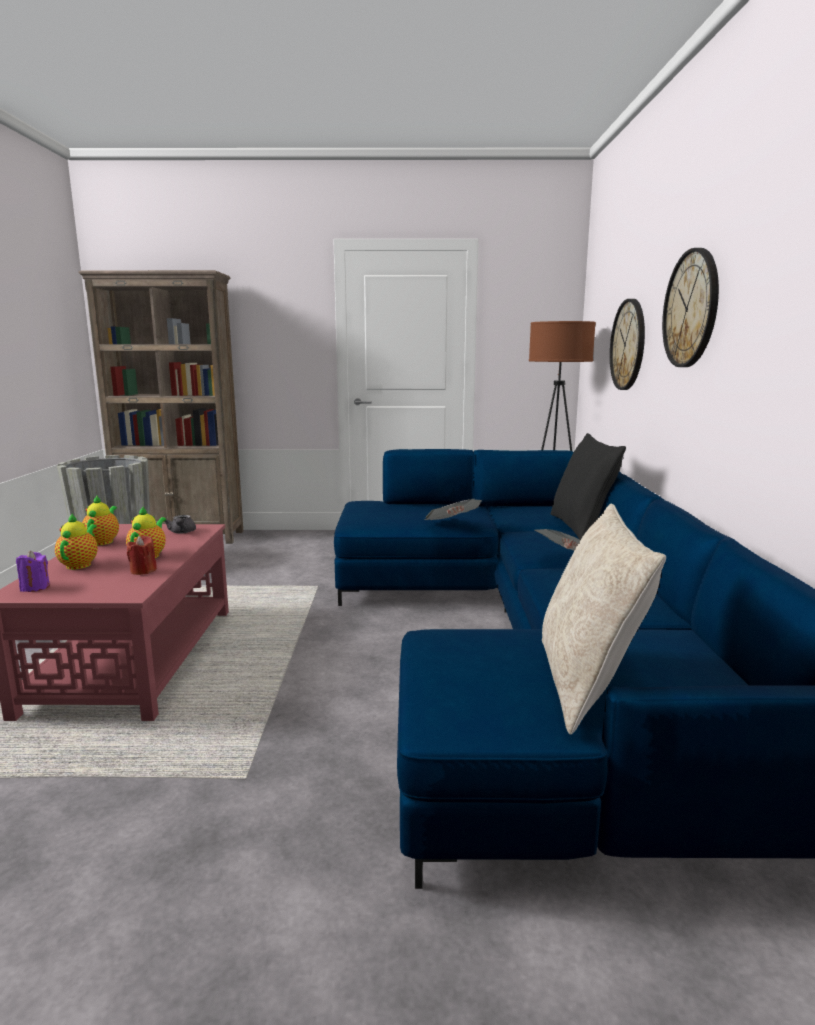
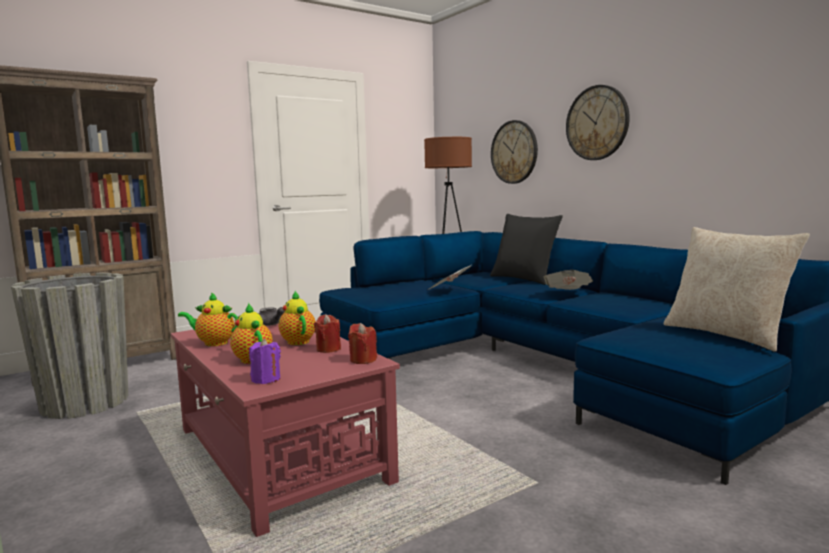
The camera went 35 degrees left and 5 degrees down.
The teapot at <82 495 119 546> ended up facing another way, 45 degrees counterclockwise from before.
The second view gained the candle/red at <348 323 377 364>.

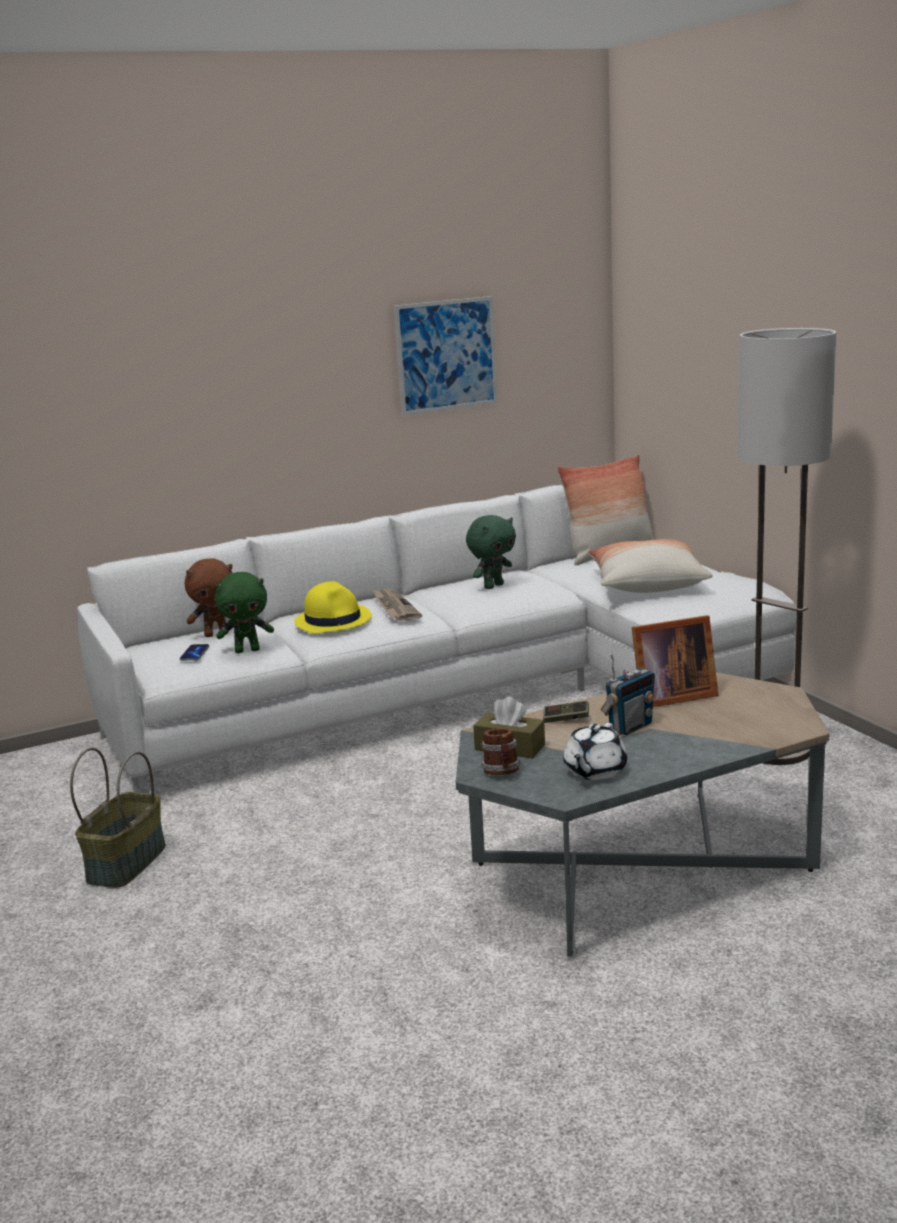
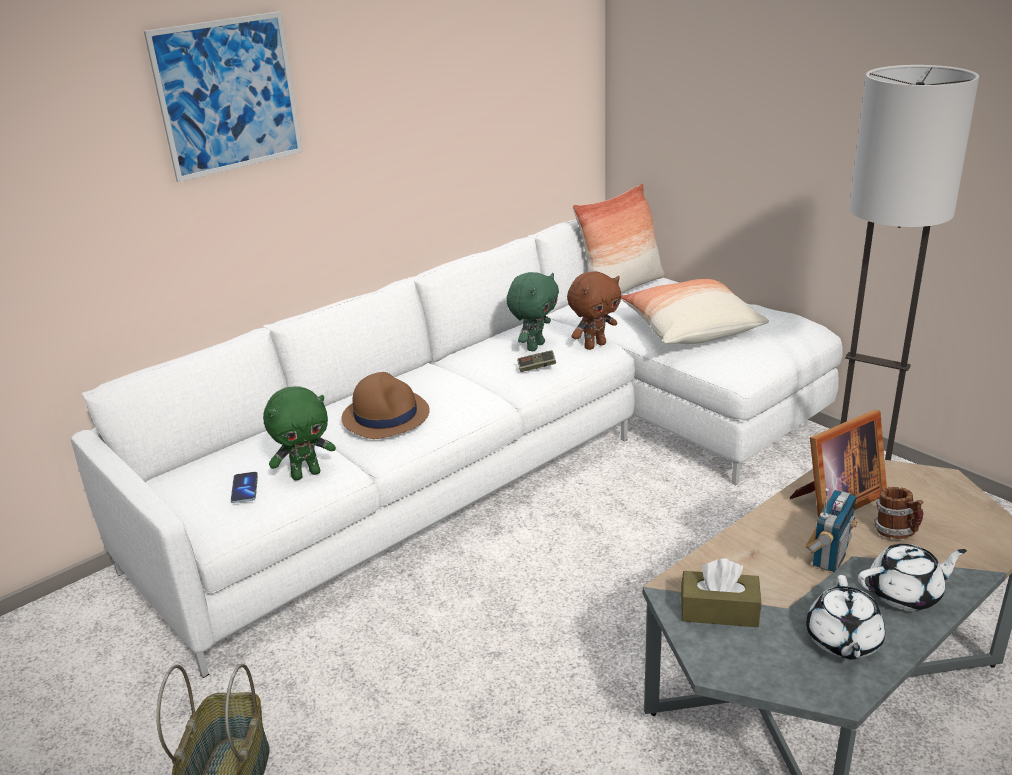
The camera went 15 degrees left and 10 degrees up.
The picture ended up elsewhere, having gone from <394 296 498 416> to <144 11 303 182>.
The plush toy/brown ended up elsewhere, having gone from <185 558 232 637> to <567 271 622 350>.
What was the hat/yellow at <294 581 372 634> turned into the hat/brown at <341 372 430 439>.
The second view lost the newspaper at <372 589 422 621>.
The game controller ended up elsewhere, having gone from <543 701 589 723> to <517 350 556 372>.
The mug ended up elsewhere, having gone from <481 728 521 775> to <874 487 924 539>.
The second view gained the teapot/white at <858 544 967 611>.

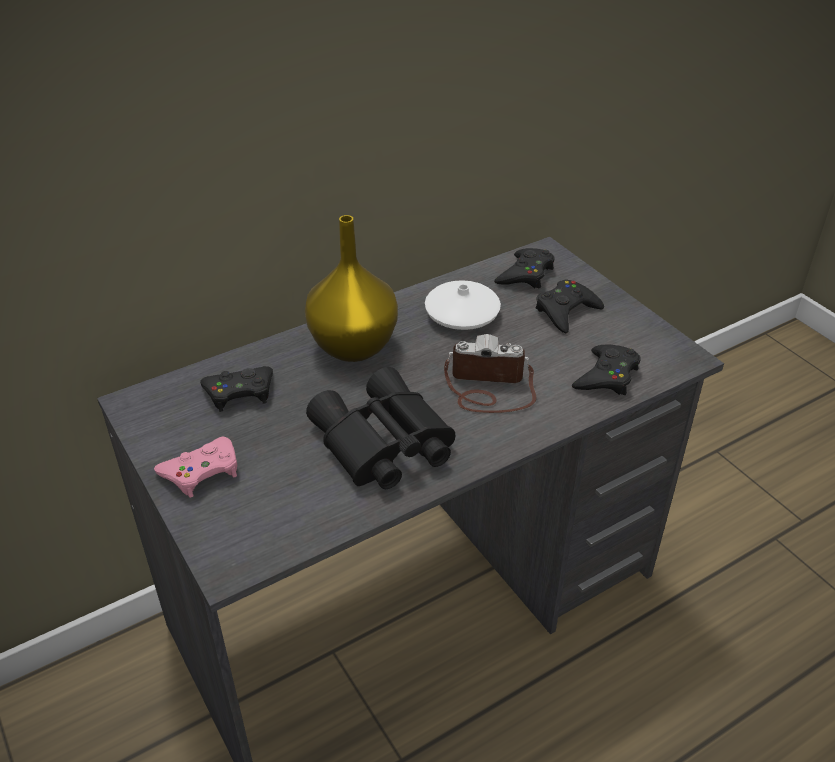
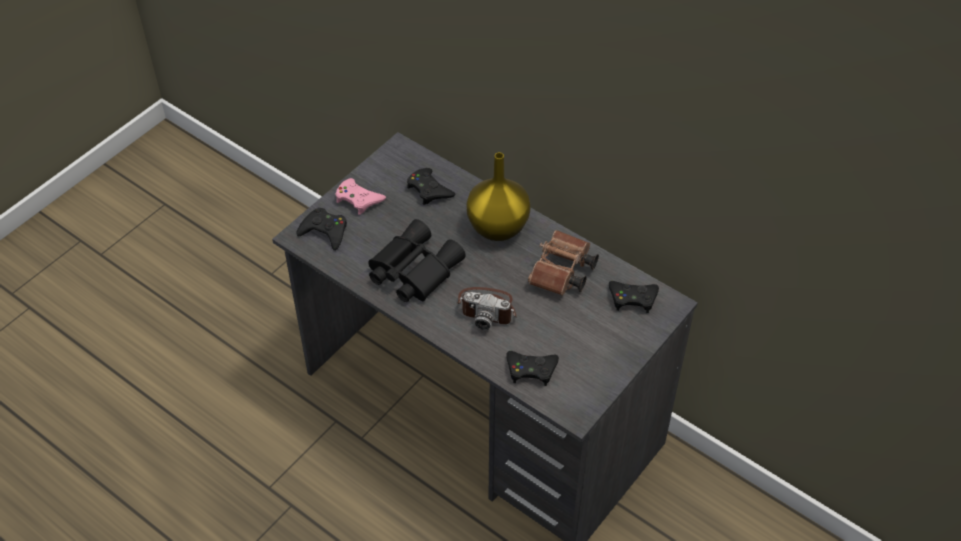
The camera went 70 degrees right and 10 degrees up.
Where the vase/white stood at <425 280 501 330>, the binoculars/brown came to stand at <528 230 599 296>.
The game controller/black ended up elsewhere, having gone from <536 280 604 334> to <297 208 347 251>.
The photo camera at <444 334 536 413> ended up facing another way, 120 degrees clockwise from before.

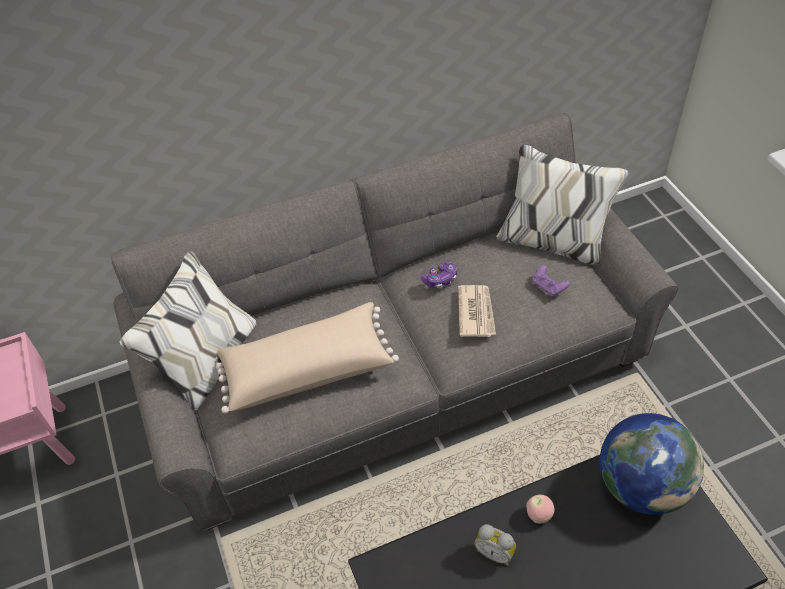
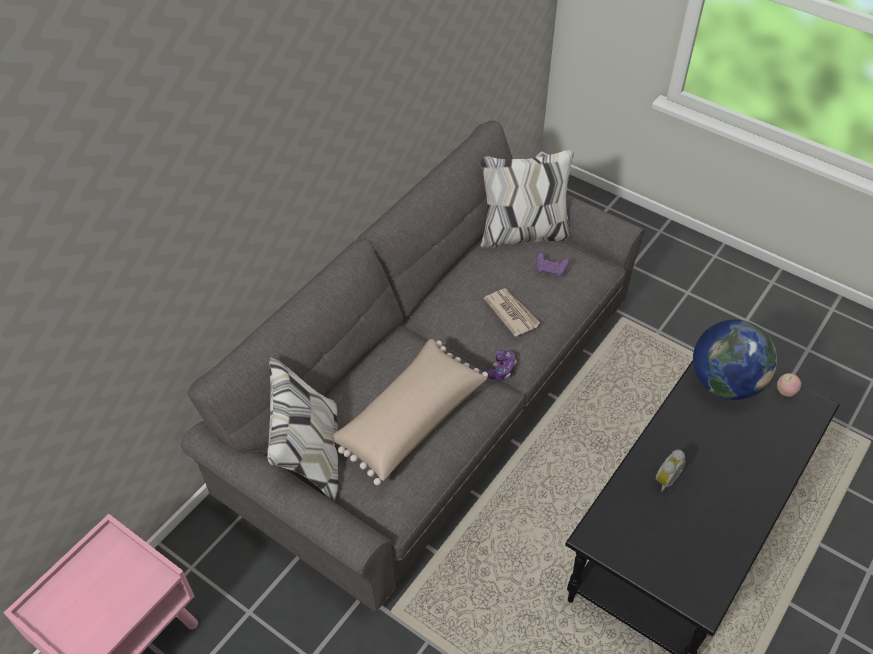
The camera went 35 degrees left and 0 degrees up.
The game controller ended up elsewhere, having gone from <421 261 457 288> to <485 350 517 380>.
The apple ended up elsewhere, having gone from <526 495 555 524> to <777 373 801 397>.
The alarm clock at <474 524 516 566> ended up facing another way, 45 degrees counterclockwise from before.

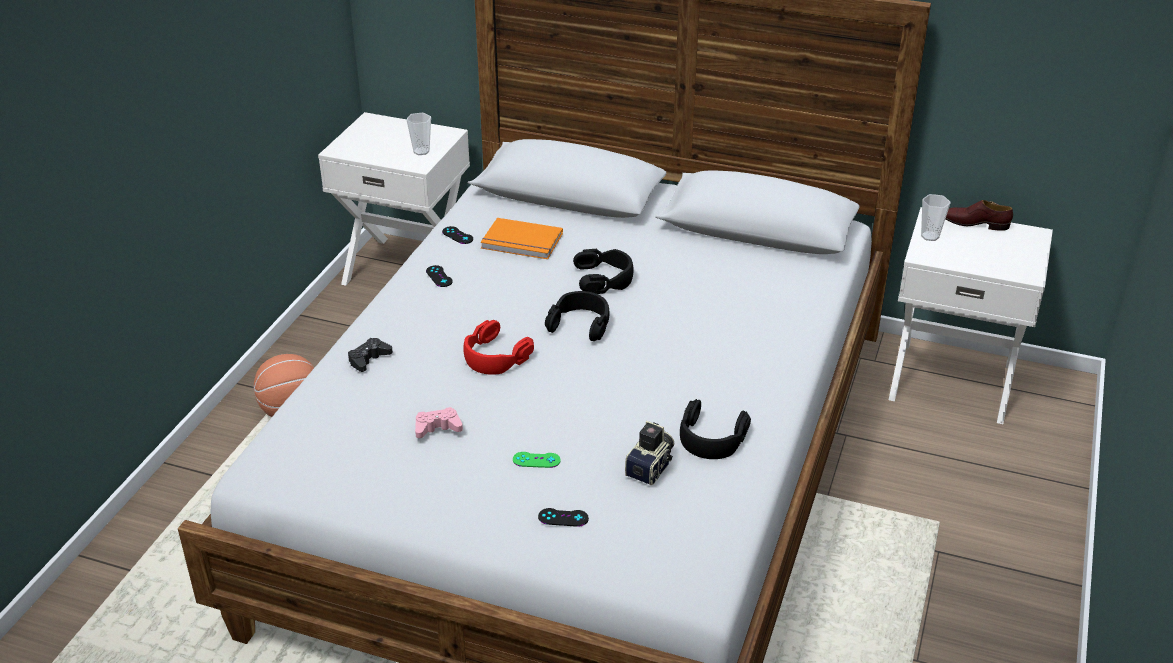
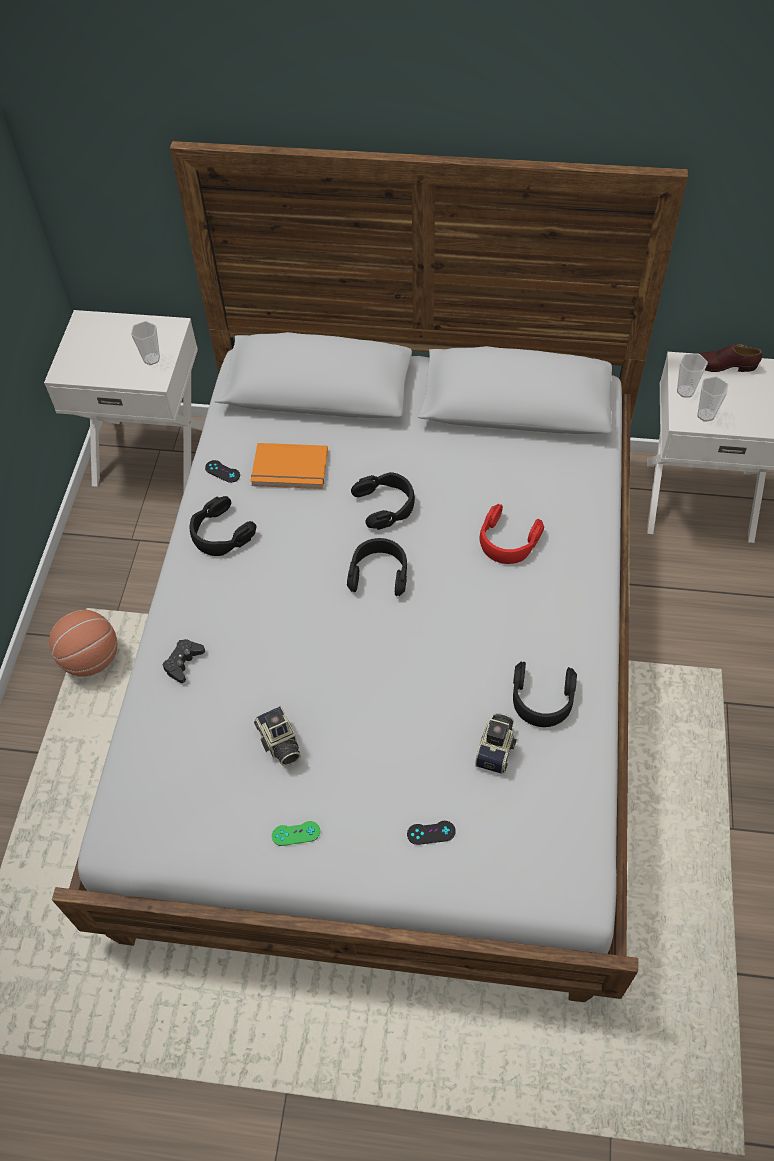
The camera went 10 degrees left and 20 degrees up.
Where the game controller/black stood at <426 265 453 287>, the headphones/black came to stand at <190 496 256 556>.
The headphones/red ended up elsewhere, having gone from <463 320 534 375> to <480 504 544 564>.
Where the game controller/pink stood at <415 407 463 438>, the photo camera came to stand at <254 706 301 766>.
The game controller/green ended up elsewhere, having gone from <513 452 561 468> to <272 821 320 846>.
The second view gained the cup at <697 376 728 422>.

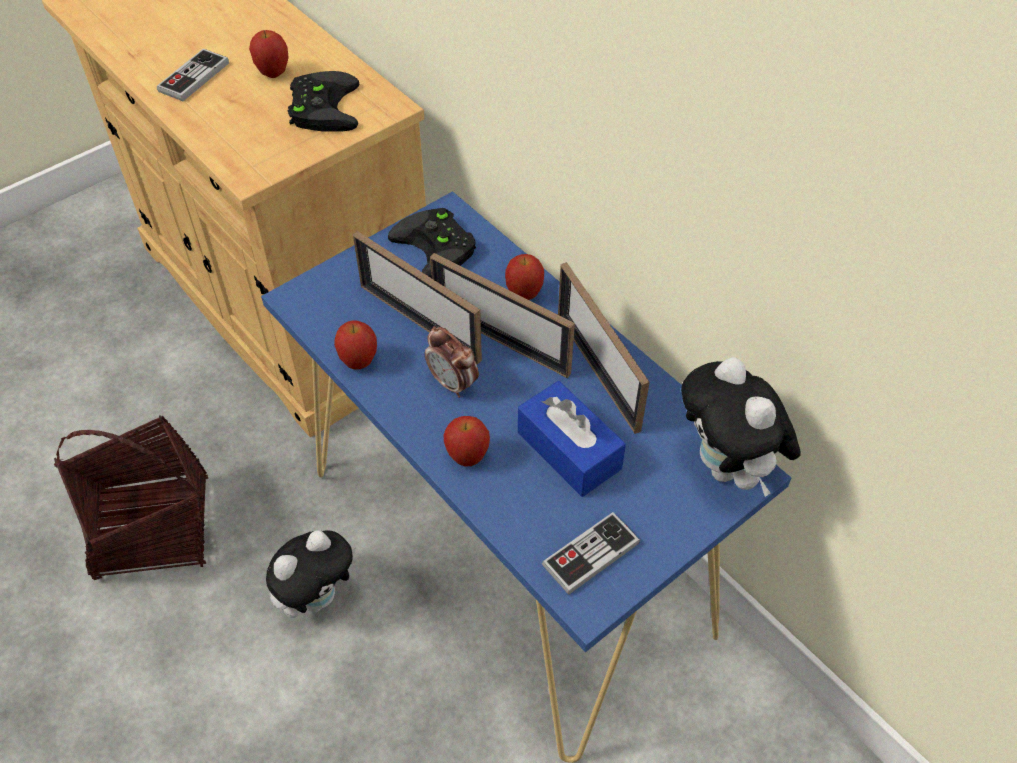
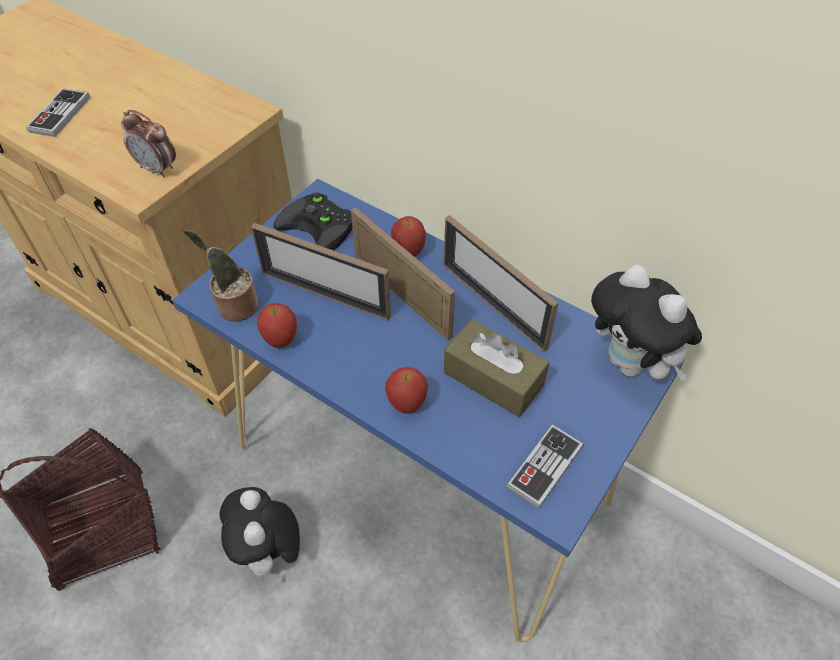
The camera went 15 degrees left and 0 degrees up.
The second view lost the apple at <249 30 289 78>.
The second view lost the game controller/black at <288 71 359 132>.
The picture frame at <430 253 575 378> ended up facing another way, 150 degrees counterclockwise from before.
The alarm clock ended up elsewhere, having gone from <425 326 479 398> to <121 110 176 178>.
What was the tissue box/blue at <518 381 626 497> turned into the tissue box/brown at <444 319 549 417>.
The plush toy at <266 530 356 618> ended up facing another way, 135 degrees clockwise from before.
The second view gained the potted plant at <183 229 258 321>.

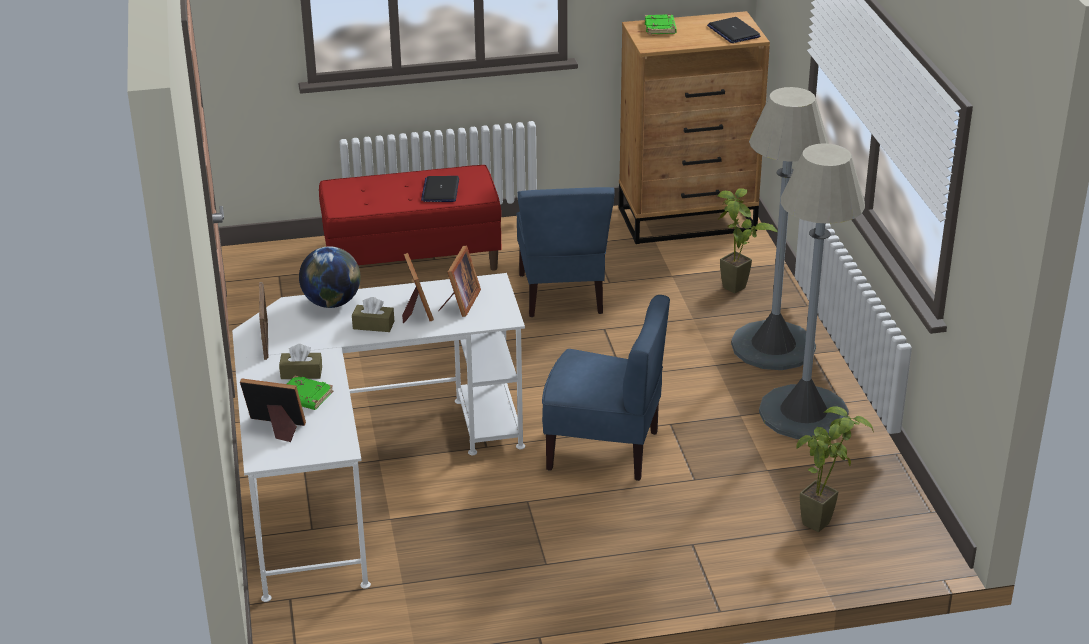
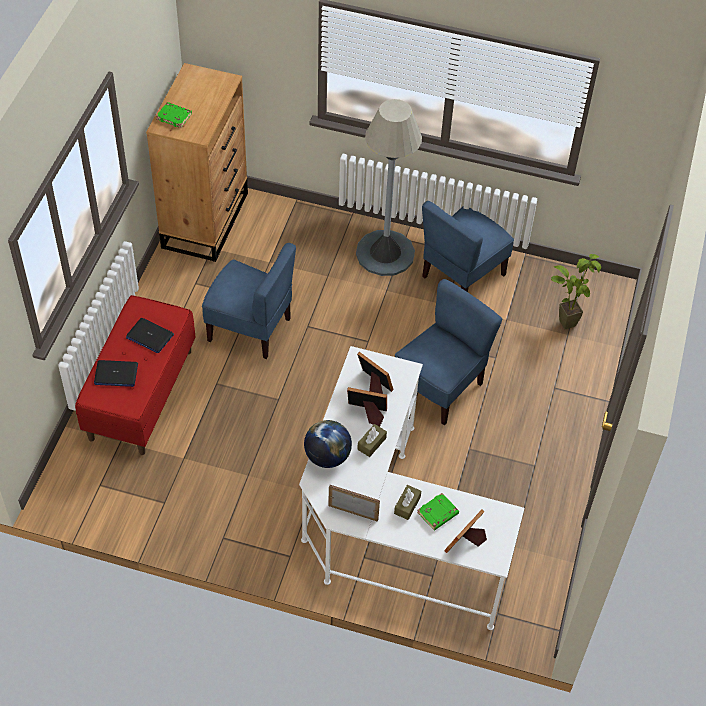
The camera went 65 degrees left and 20 degrees up.
The laptop ended up elsewhere, having gone from <707 17 760 43> to <94 360 138 387>.
Where the floor lamp/grey stood at <759 143 865 439>, the chair/blue came to stand at <422 201 514 292>.
The second view lost the potted plant at <717 189 778 293>.

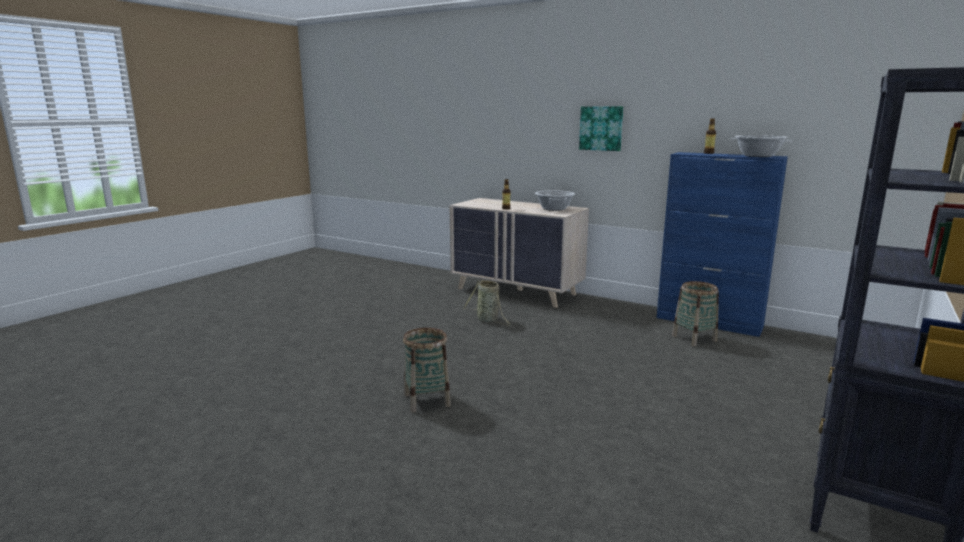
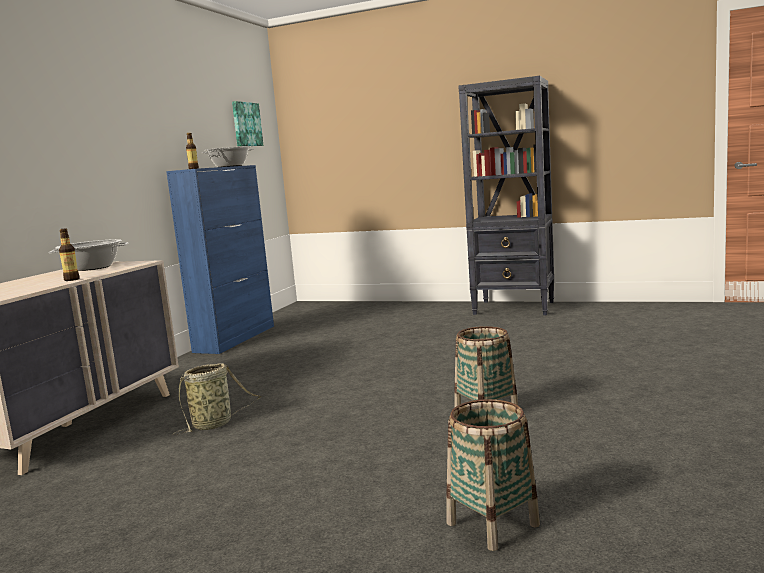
The camera went 100 degrees left and 5 degrees down.
The picture ended up elsewhere, having gone from <579 106 623 151> to <232 101 263 146>.
The basket ended up elsewhere, having gone from <672 281 719 346> to <446 399 540 551>.

